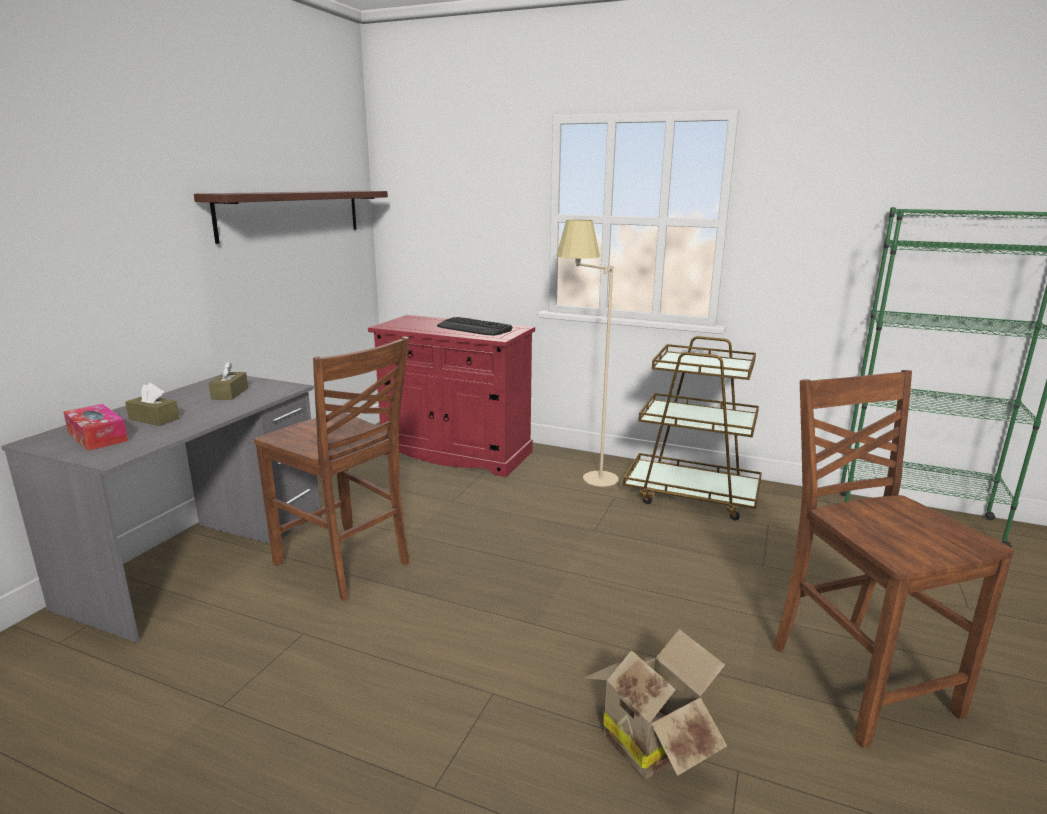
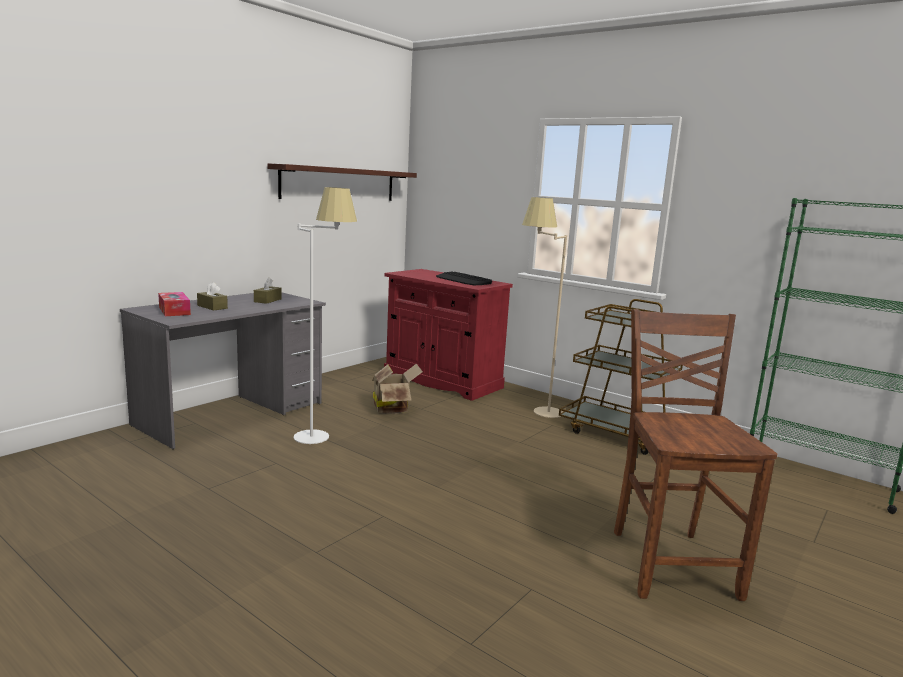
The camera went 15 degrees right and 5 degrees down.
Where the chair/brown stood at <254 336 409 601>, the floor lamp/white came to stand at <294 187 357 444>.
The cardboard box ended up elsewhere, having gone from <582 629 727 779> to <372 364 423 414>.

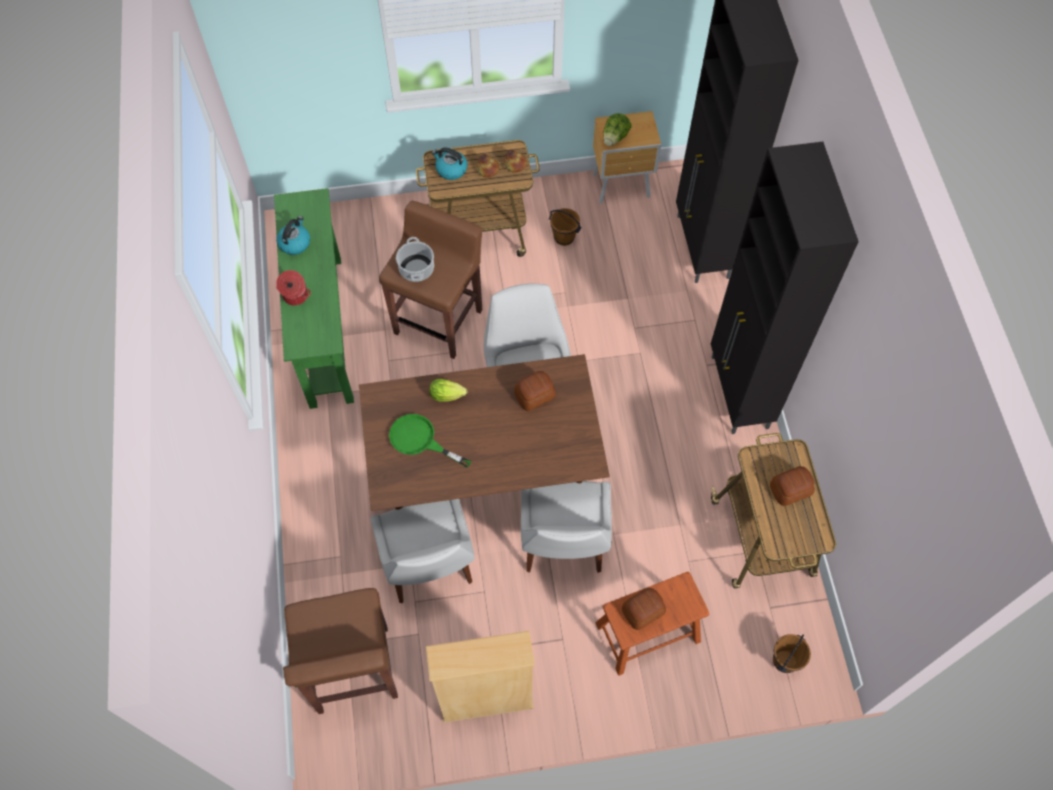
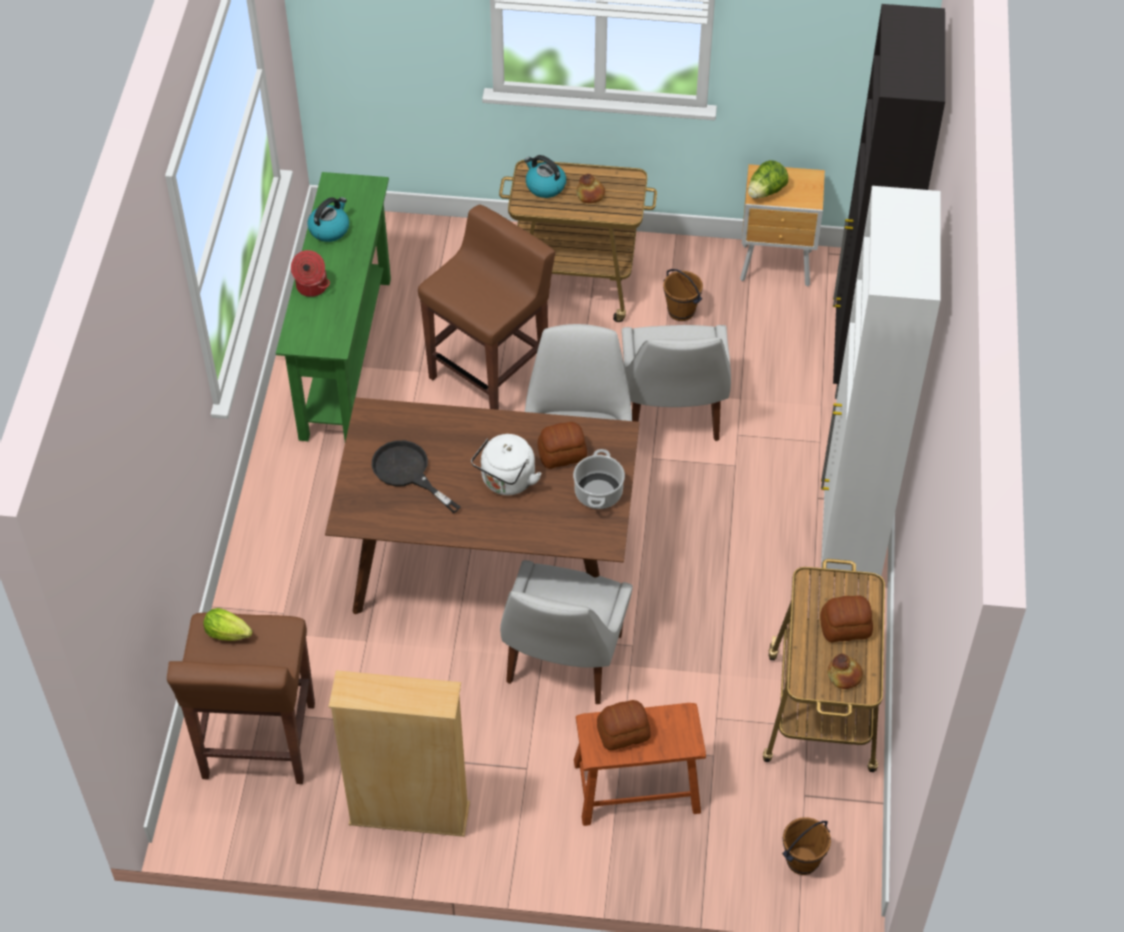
The camera went 15 degrees right and 10 degrees down.
What was the cabinet/black at <711 142 859 434> turned into the cabinet/white at <821 186 941 576>.
The bread ended up elsewhere, having gone from <504 149 527 173> to <828 654 863 689>.
The cooking pot ended up elsewhere, having gone from <396 237 434 282> to <573 449 625 509>.
The lettuce ended up elsewhere, having gone from <430 379 467 402> to <203 608 253 641>.
What was the frying pan/green at <389 414 471 468> turned into the frying pan/black at <372 440 461 513>.
The chair/white ended up elsewhere, having gone from <370 499 475 603> to <622 325 731 441>.
The second view gained the kettle/white at <471 434 542 495>.

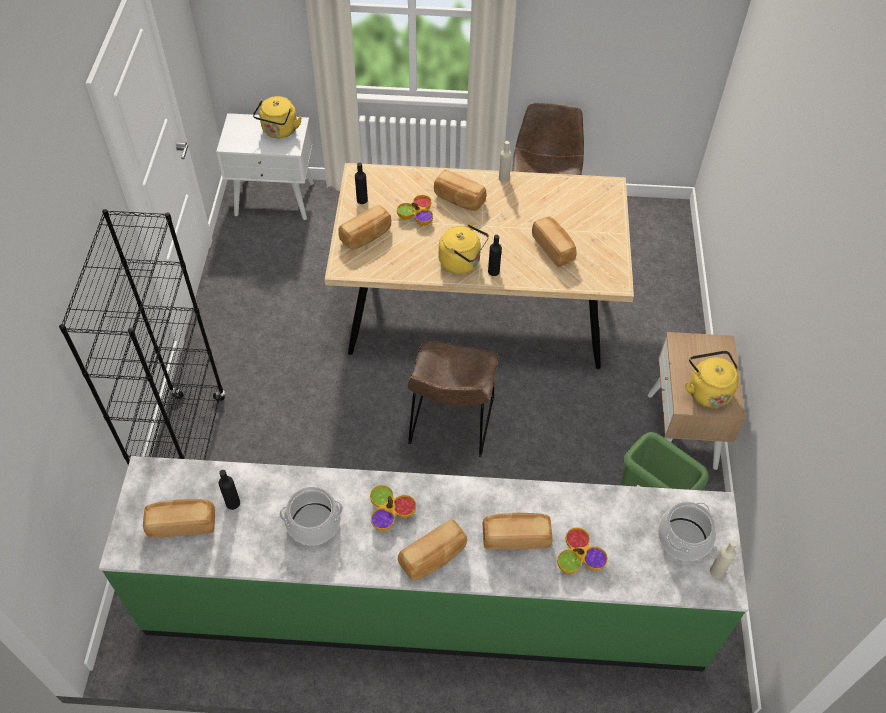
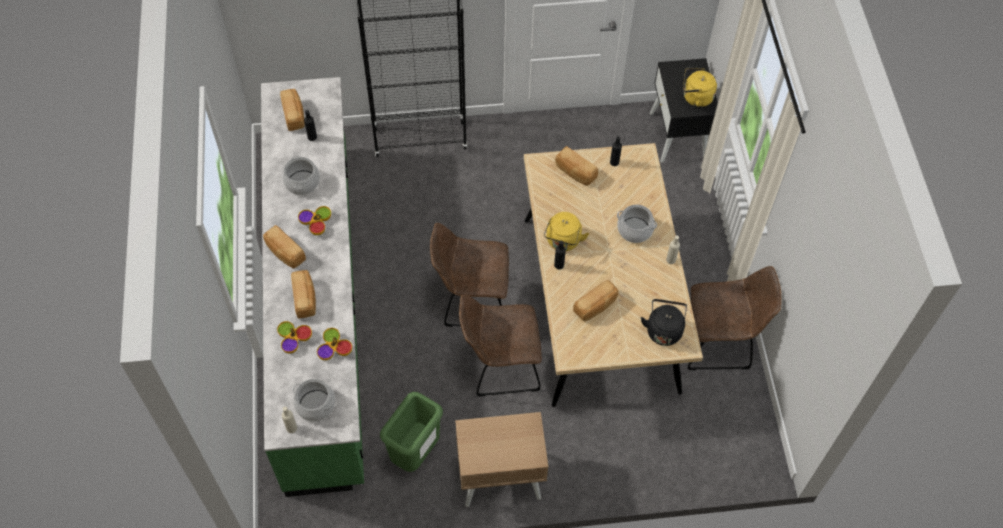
The camera went 80 degrees right and 5 degrees up.
What was the nightstand/white at <216 113 314 220> turned into the nightstand/black at <650 58 718 162>.
Where the bread stood at <434 170 487 211>, the cooking pot came to stand at <617 205 657 243>.
The bowl ended up elsewhere, having gone from <397 195 433 226> to <317 328 352 360>.
The second view lost the kettle/yellow at <685 351 739 408>.
The second view gained the chair/brown at <459 294 542 397>.
The second view gained the kettle/black at <641 299 687 346>.

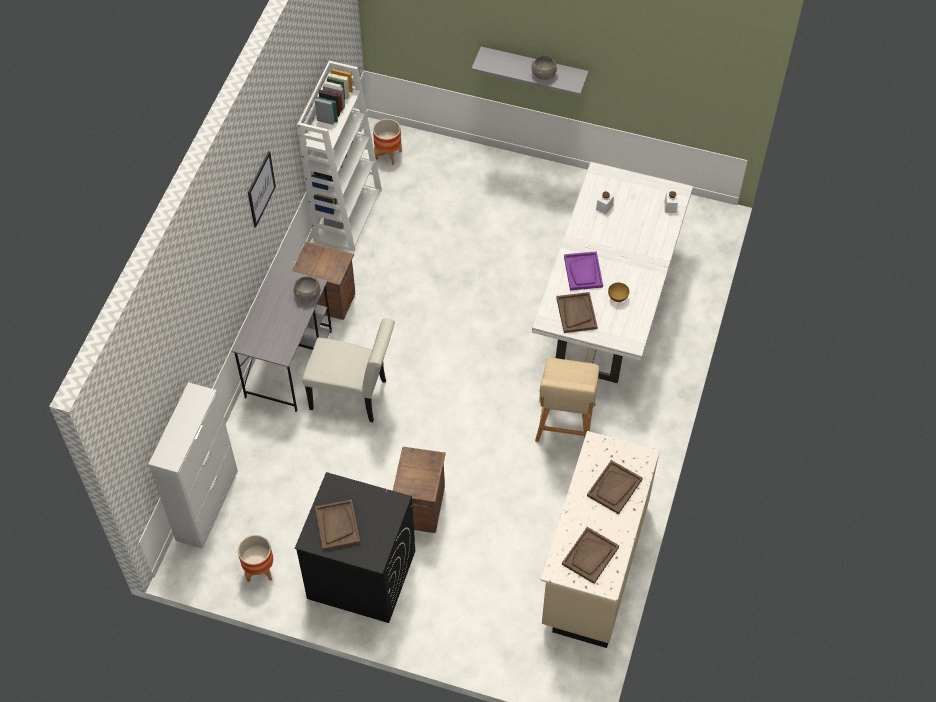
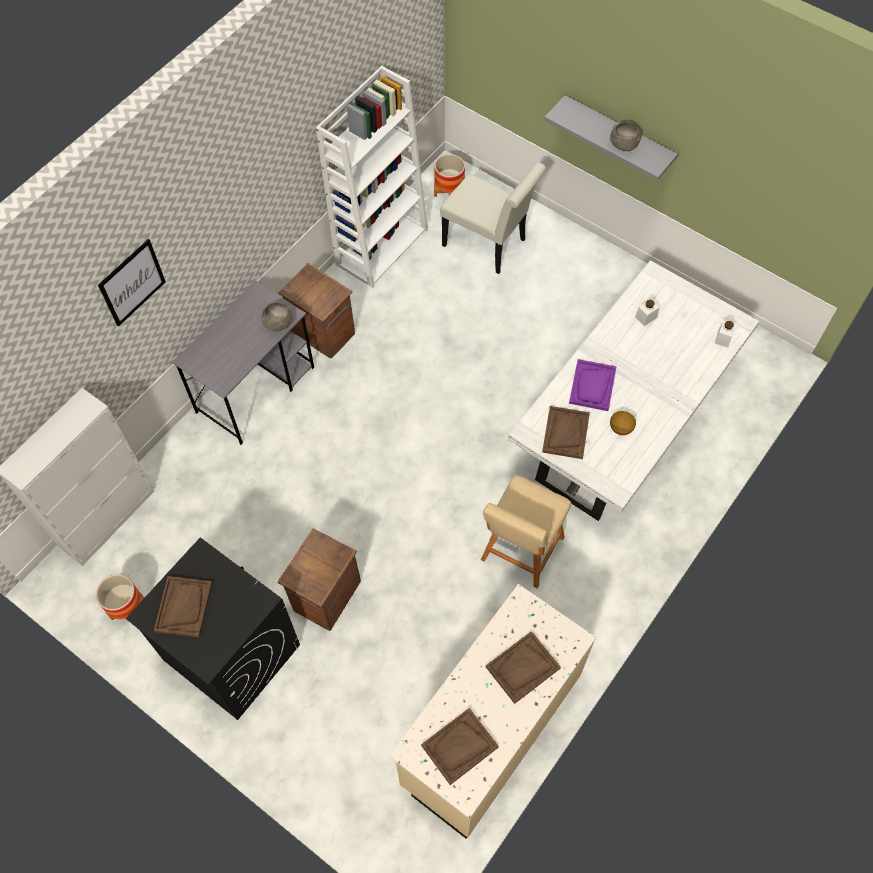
The camera went 20 degrees right and 5 degrees up.
The picture ended up elsewhere, having gone from <248 151 276 228> to <98 239 166 327>.
The chair/white ended up elsewhere, having gone from <302 318 395 422> to <440 163 546 274>.

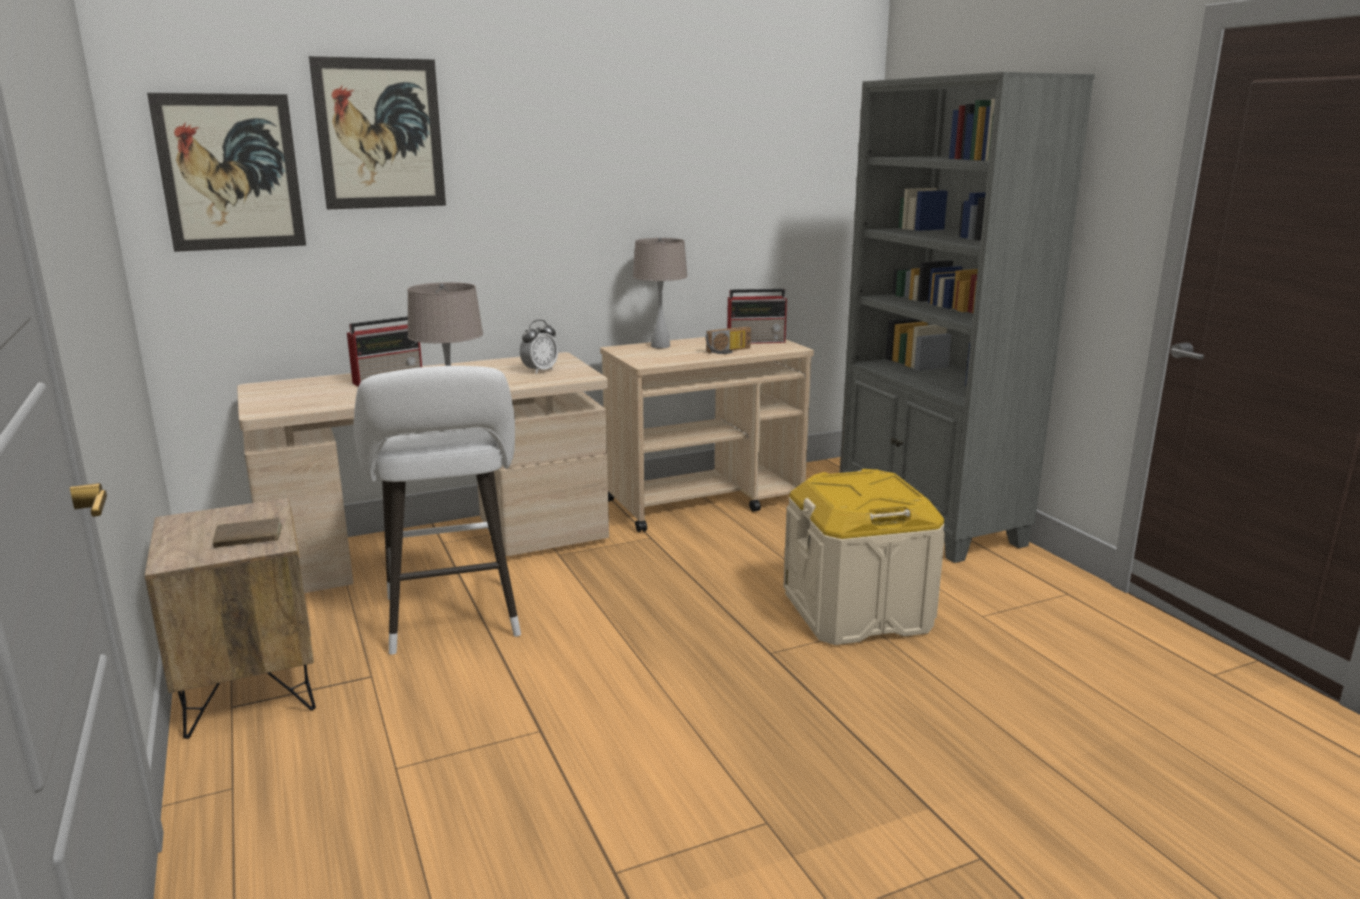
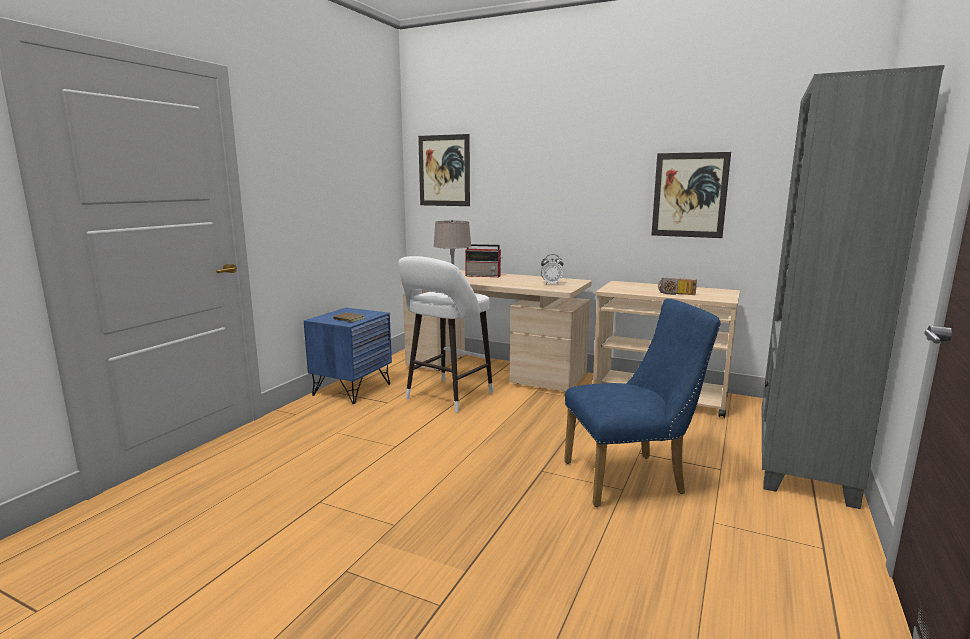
The camera went 50 degrees right and 5 degrees down.
The picture ended up elsewhere, having gone from <309 56 446 209> to <651 152 731 238>.
The second view lost the table lamp/beige at <633 238 688 348>.
The second view lost the radio at <727 289 788 344>.
Where the storage box/beige stood at <783 469 945 645>, the chair/blue came to stand at <564 299 721 507>.
What was the nightstand/brown at <144 498 316 739> turned into the nightstand/blue at <304 308 392 404>.

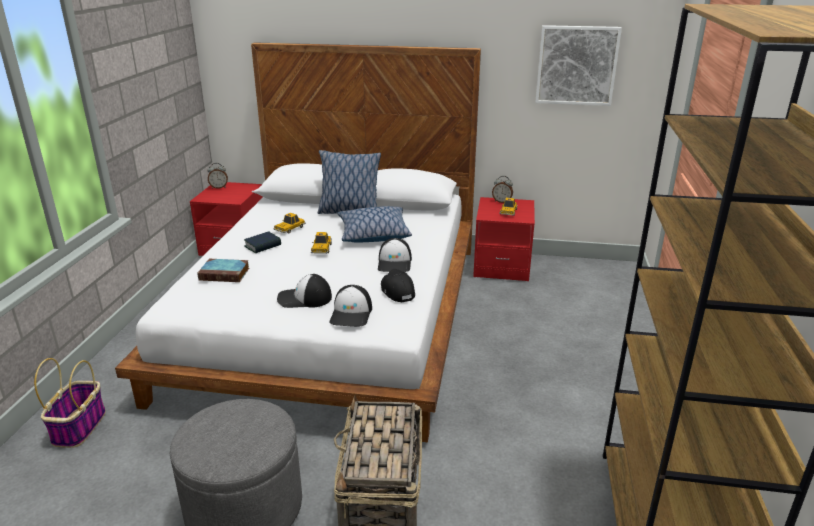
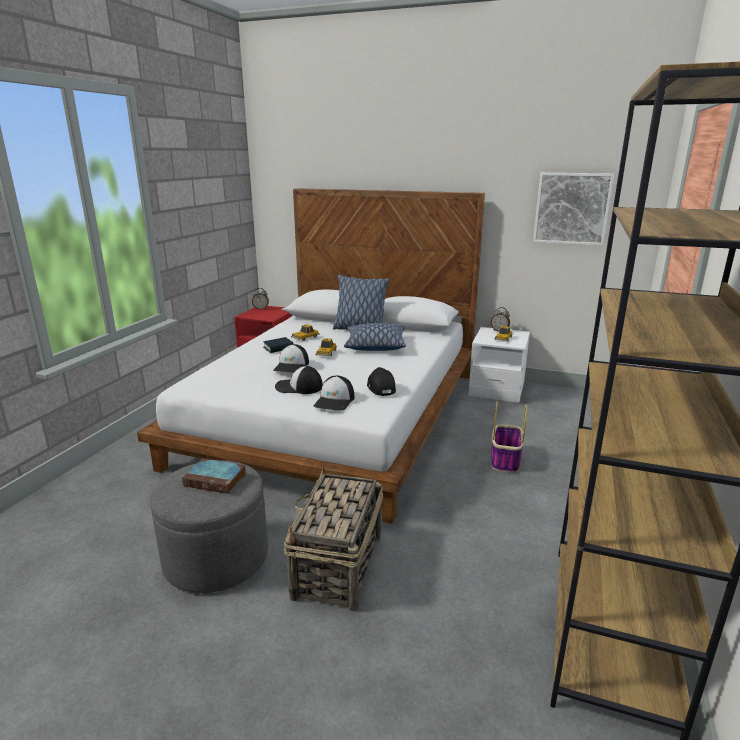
The camera went 10 degrees right and 5 degrees down.
What was the nightstand/red at <473 197 535 281> turned into the nightstand/white at <468 327 530 403>.
The cap ended up elsewhere, having gone from <378 238 412 272> to <273 344 309 373>.
The book ended up elsewhere, having gone from <197 259 249 282> to <182 458 246 494>.
The basket ended up elsewhere, having gone from <34 358 106 448> to <491 401 527 473>.

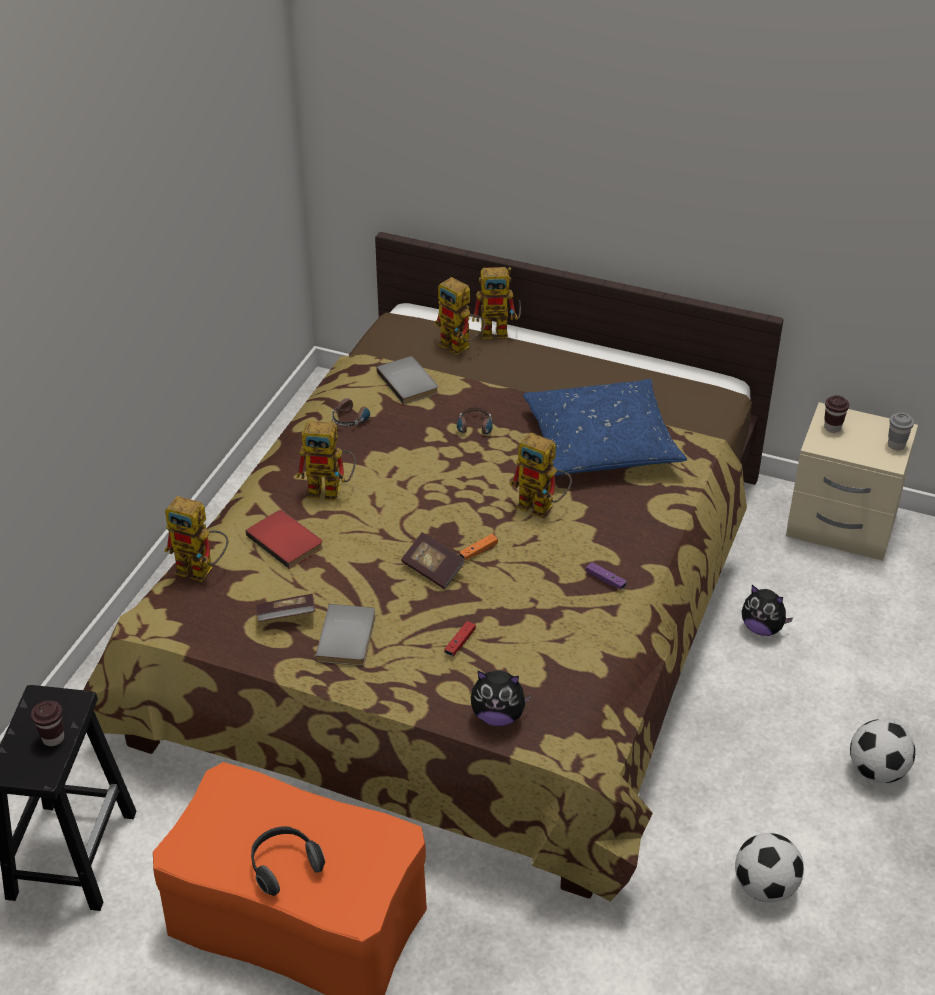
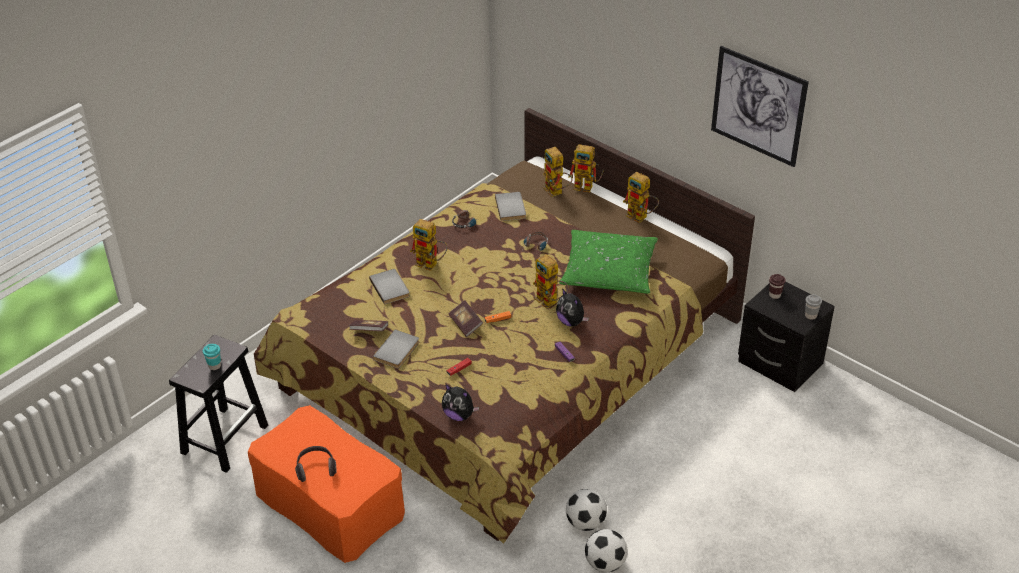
The camera went 20 degrees right and 0 degrees up.
What was the pillow/blue at <523 379 687 476> turned into the pillow/green at <559 230 658 294>.
What was the nightstand/beige at <786 402 918 561> turned into the nightstand/black at <738 282 835 392>.
The toy robot ended up elsewhere, having gone from <164 496 228 582> to <623 172 659 223>.
What was the book/red at <246 510 323 569> turned into the book/grey at <369 269 410 305>.
The plush toy ended up elsewhere, having gone from <742 585 793 636> to <556 288 589 327>.
What was the cup/brown at <31 701 64 746> turned into the cup/turquoise at <203 344 221 370>.
The football ended up elsewhere, having gone from <850 719 915 783> to <566 489 607 531>.
The second view gained the picture at <711 46 809 167>.

